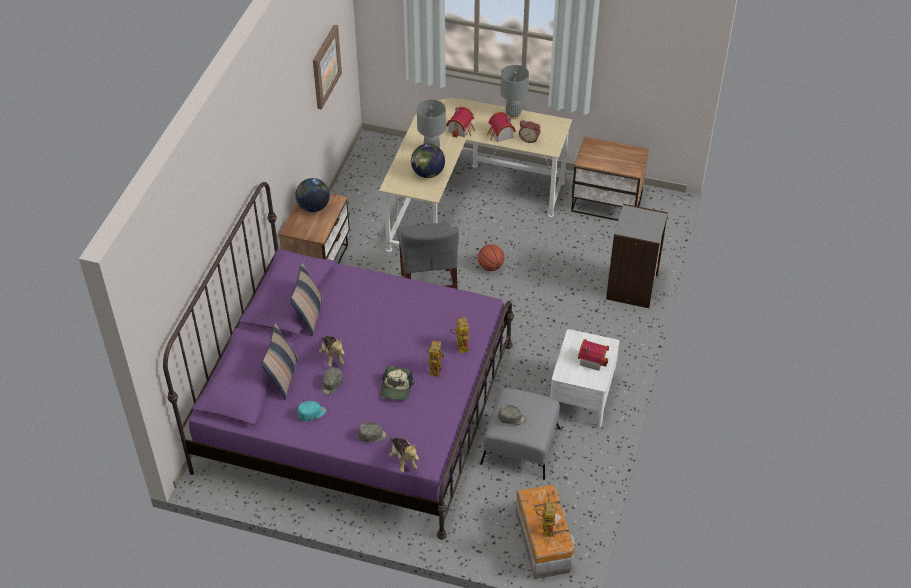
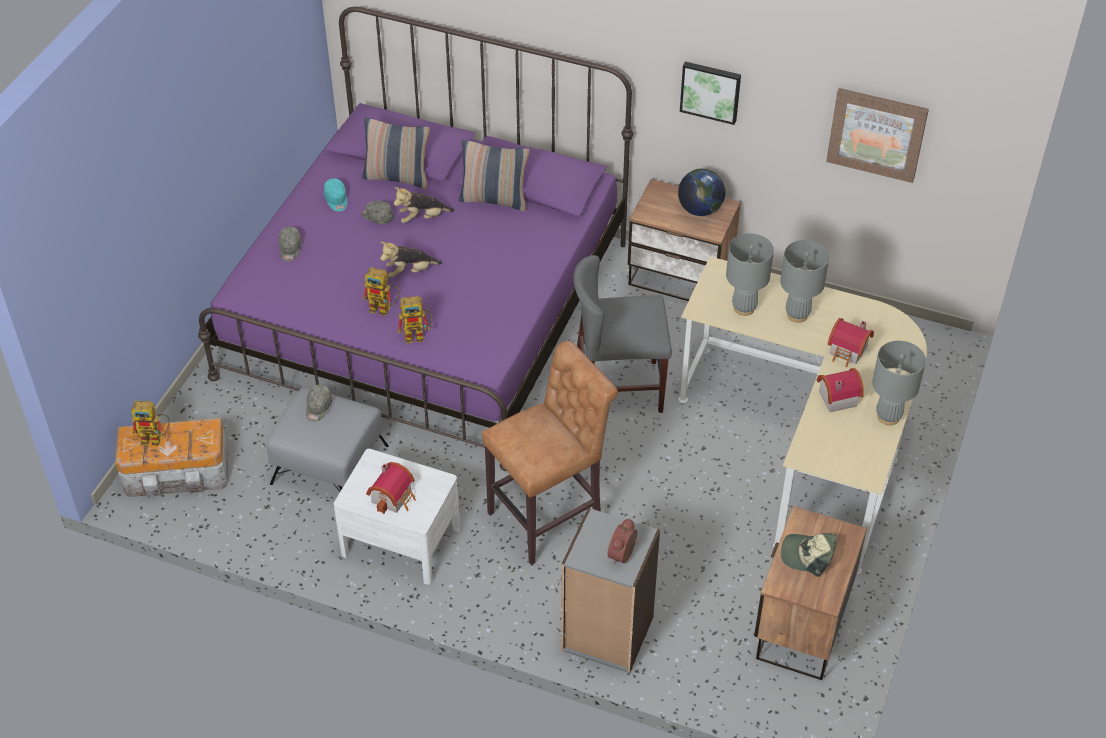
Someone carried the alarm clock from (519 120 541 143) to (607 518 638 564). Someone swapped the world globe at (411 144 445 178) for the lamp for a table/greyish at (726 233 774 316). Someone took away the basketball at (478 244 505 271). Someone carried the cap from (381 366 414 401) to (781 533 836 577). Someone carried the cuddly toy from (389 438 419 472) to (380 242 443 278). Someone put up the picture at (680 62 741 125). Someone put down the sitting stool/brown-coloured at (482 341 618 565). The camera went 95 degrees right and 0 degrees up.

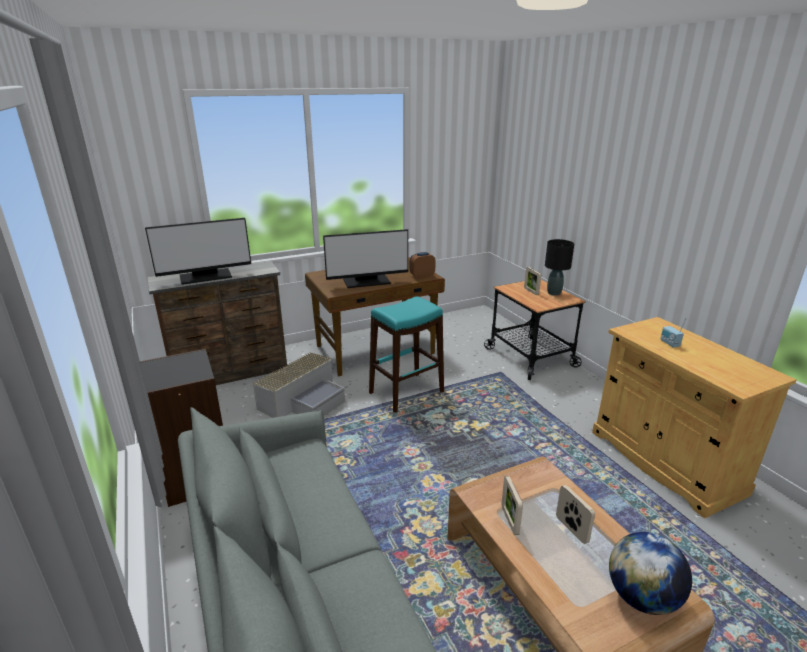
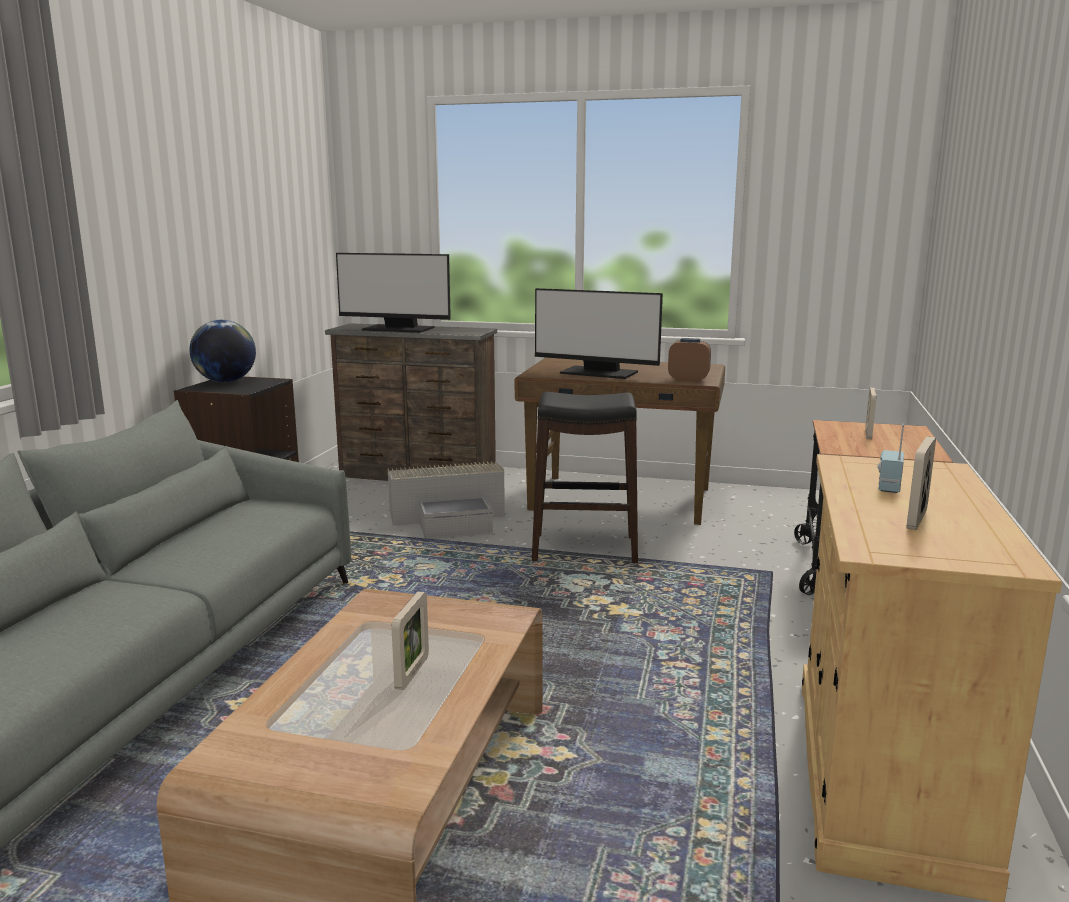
Someone took away the lamp for a table/black at (545 239 574 296). Someone repainted the sitting stool/turquoise at (369 296 444 413), which became the sitting stool/black at (532 392 638 563). Someone carried the standing frame from (501 476 523 535) to (907 436 936 530). Someone carried the world globe from (609 532 692 615) to (190 320 256 382). The camera went 40 degrees right and 10 degrees down.

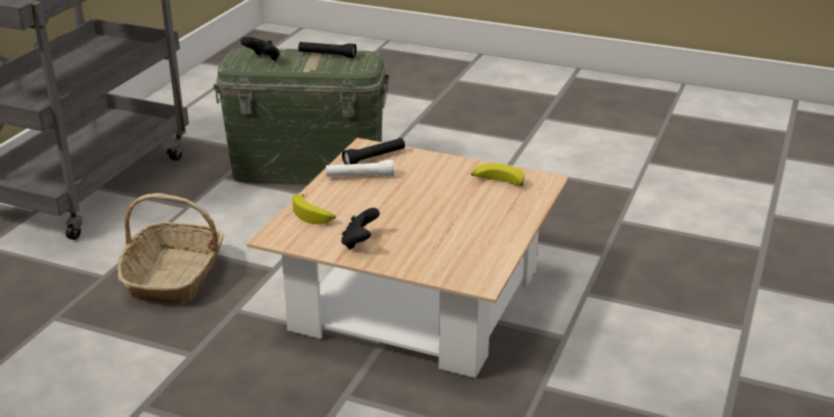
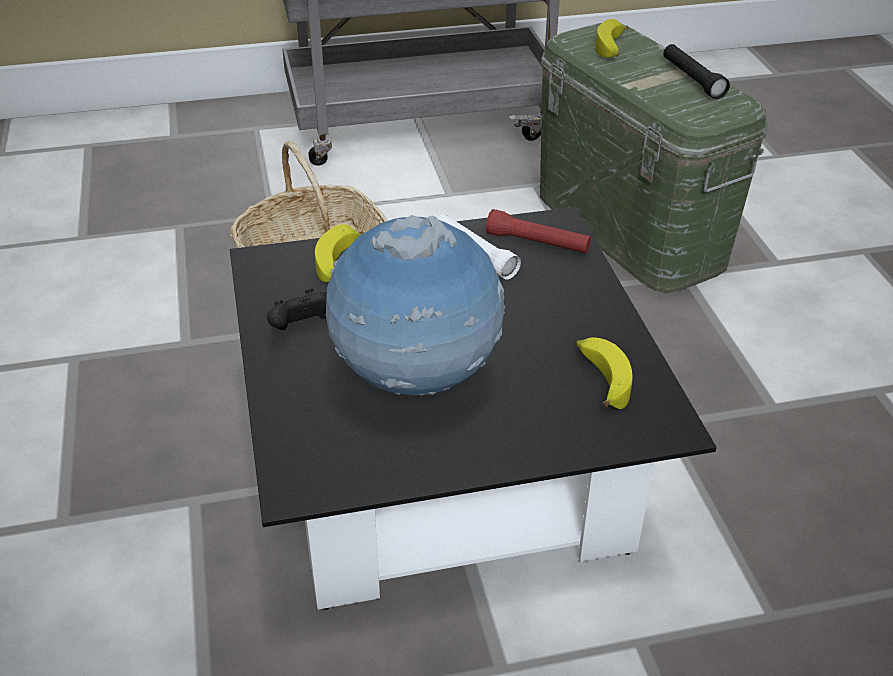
Someone swapped the joypad/black at (241 37 280 61) for the whole banana at (596 19 628 57). Someone repainted the coffee table/beige at (247 138 569 378), which became the coffee table/black at (230 207 717 610). Someone repainted the torch/black at (342 138 405 164), which became the torch/red-coloured at (486 209 591 254). Someone put down the world globe at (326 215 505 395). The camera went 55 degrees right and 10 degrees up.

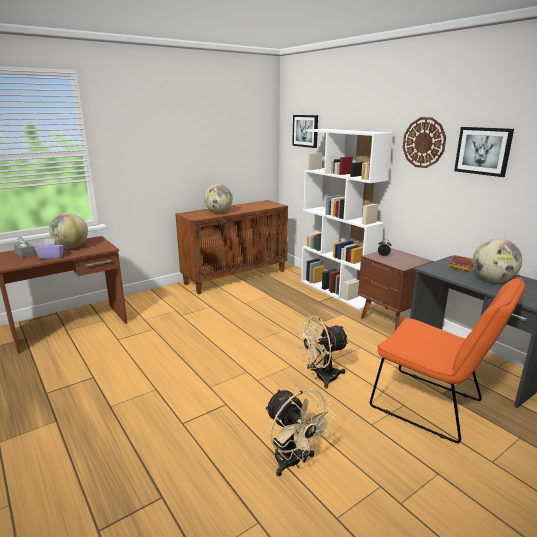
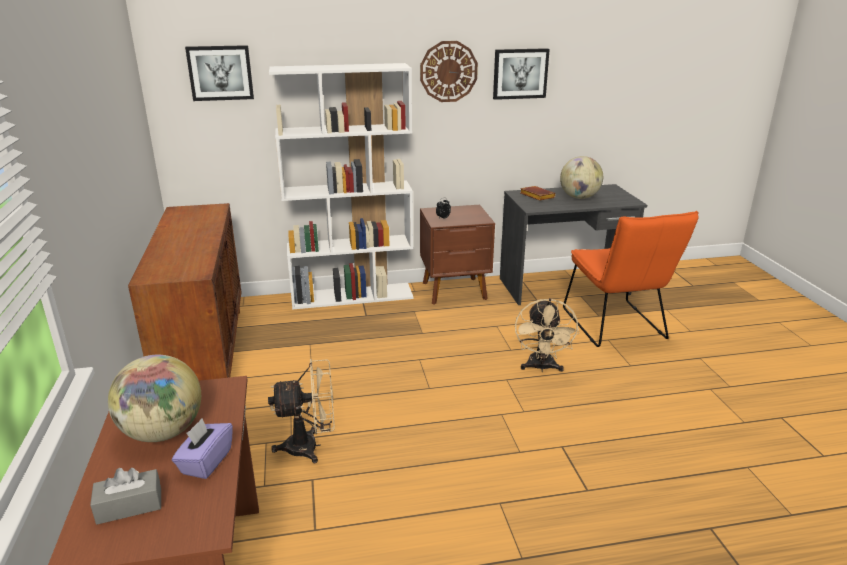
Someone took away the world globe at (204 184 233 213). Someone rotated the chair/orange-coloured at (370 277 525 443) by 105 degrees clockwise. Someone carried the electric fan/beige from (265 389 335 476) to (268 359 335 463). The camera went 65 degrees left and 5 degrees up.

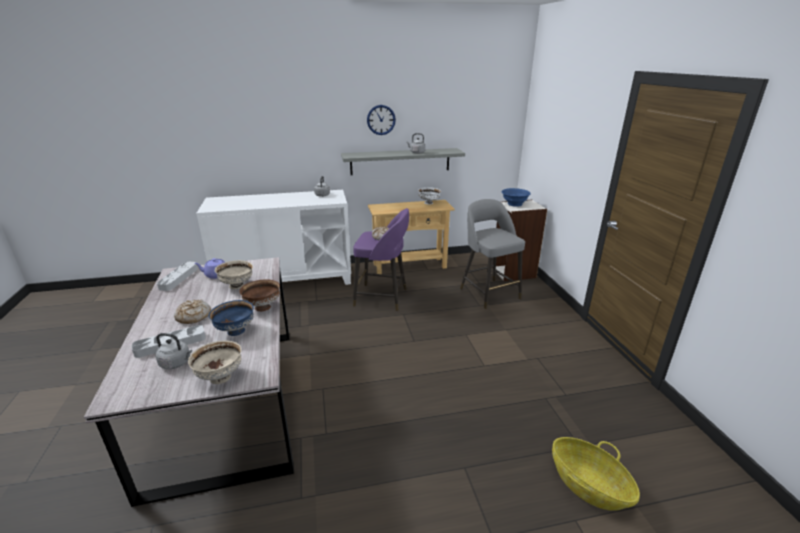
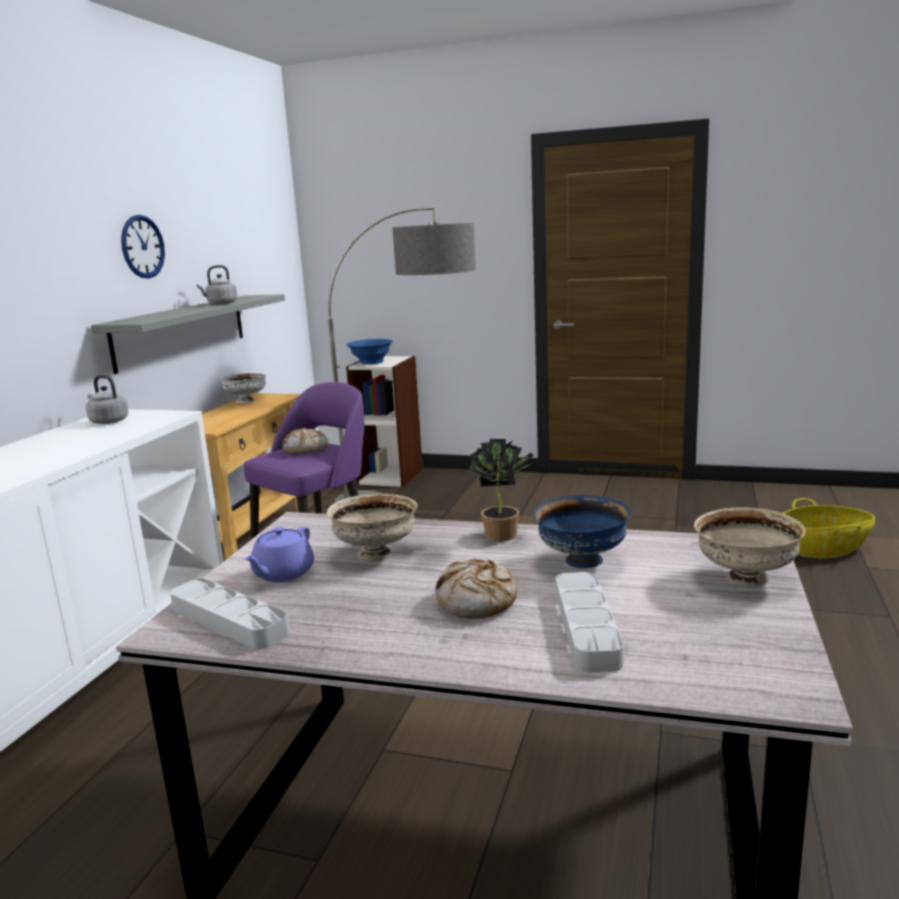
Someone swapped the sitting stool/greyish at (460 199 525 309) for the standard lamp at (328 207 476 503). Someone swapped the bowl/brown-coloured at (239 279 280 311) for the houseplant at (468 439 540 541). Someone took away the kettle/greyish at (155 333 192 369). The camera went 60 degrees left and 10 degrees down.

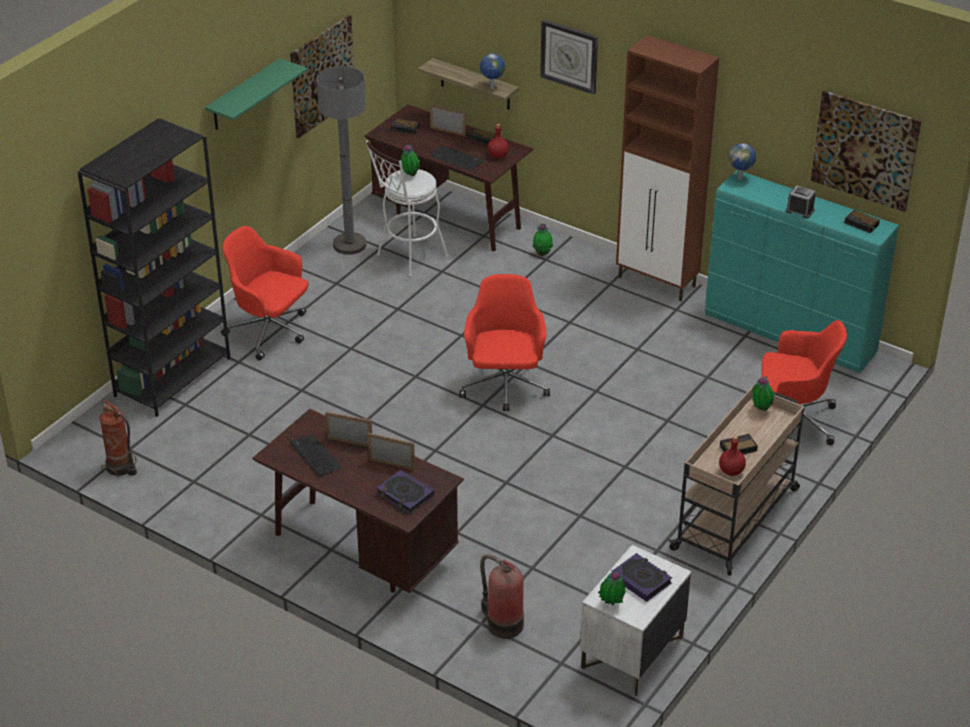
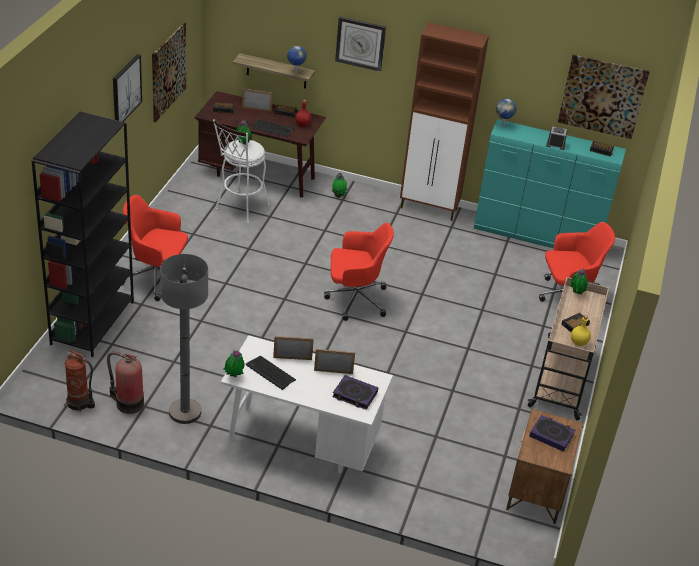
Someone swapped the wall shelf/green at (205 58 308 130) for the picture at (113 54 142 122). Someone carried the standard lamp/greyish from (317 66 366 255) to (160 254 208 424). Someone rotated the office chair/red-coloured at (460 274 550 411) by 105 degrees clockwise. Someone repainted the desk/brown-coloured at (253 409 464 593), which became the desk/white-coloured at (221 335 393 473). Someone repainted the drink bottle/red-coloured at (719 436 746 476), which became the drink bottle/yellowish at (571 316 591 346). Someone repainted the night table/white-coloured at (580 545 691 696), which became the night table/brown-coloured at (506 409 583 524). Someone carried the extinguisher from (480 554 524 639) to (107 352 144 414). Someone carried the houseplant from (598 569 625 606) to (224 350 244 377). The camera went 20 degrees left and 0 degrees up.

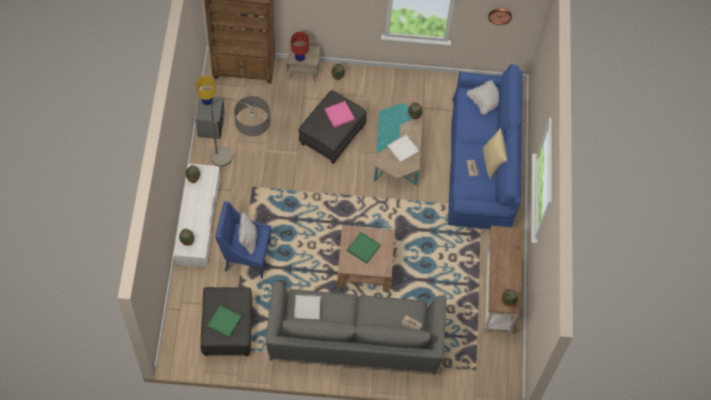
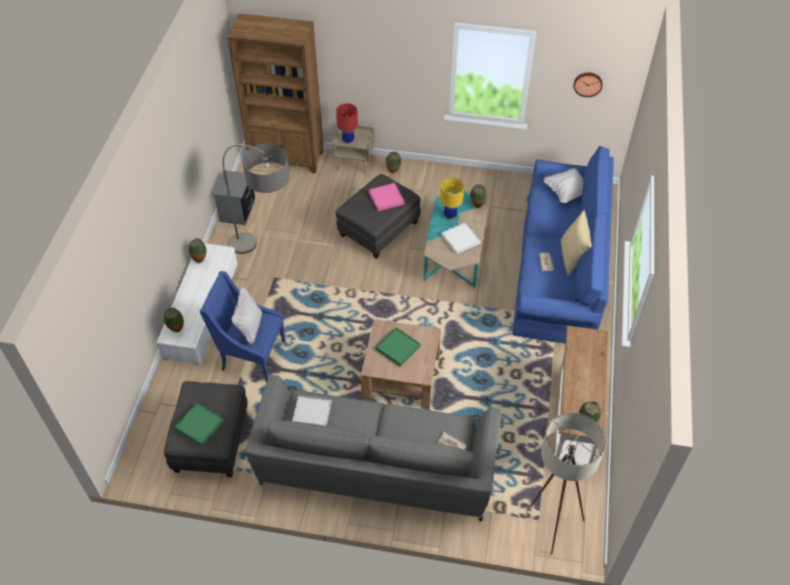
Someone carried the lamp for a table/yellowish from (196 76 216 106) to (440 178 464 220). Someone put down the standard lamp/beige at (530 412 606 555). The camera went 10 degrees right and 10 degrees down.

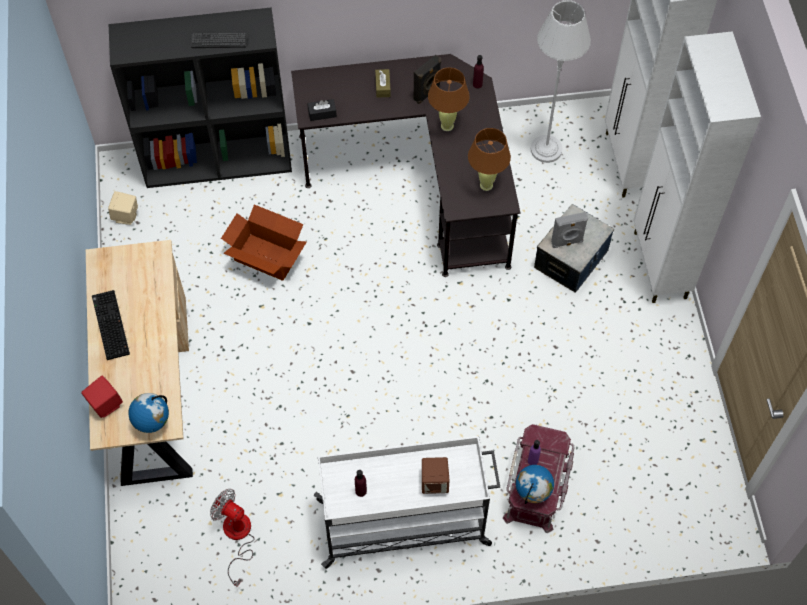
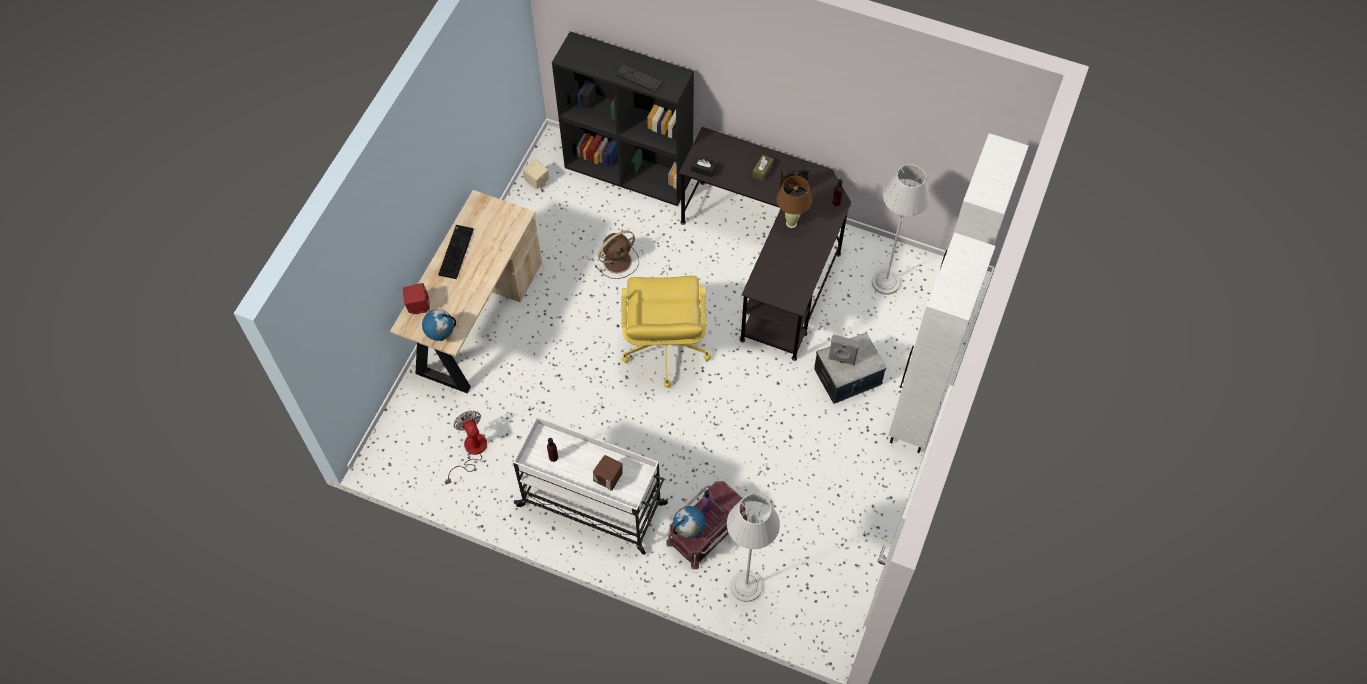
Someone took away the lamp for a table/brown-coloured at (468 128 511 191). Someone swapped the carton at (221 204 307 281) for the electric fan/brown-coloured at (595 231 639 279). Someone put down the office chair/yellowish at (621 276 711 388). Someone put down the standard lamp/greyish at (727 494 780 602). The camera went 30 degrees right and 0 degrees up.

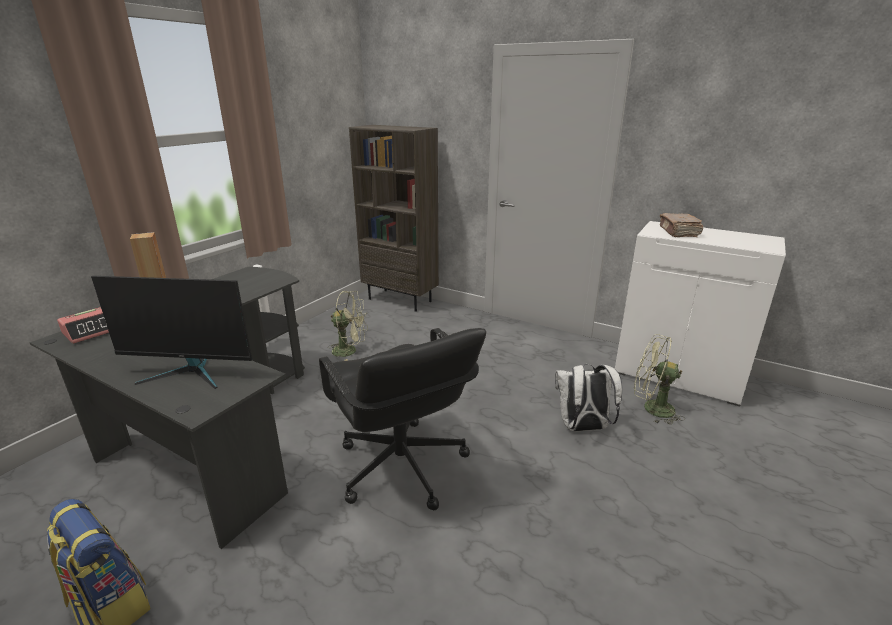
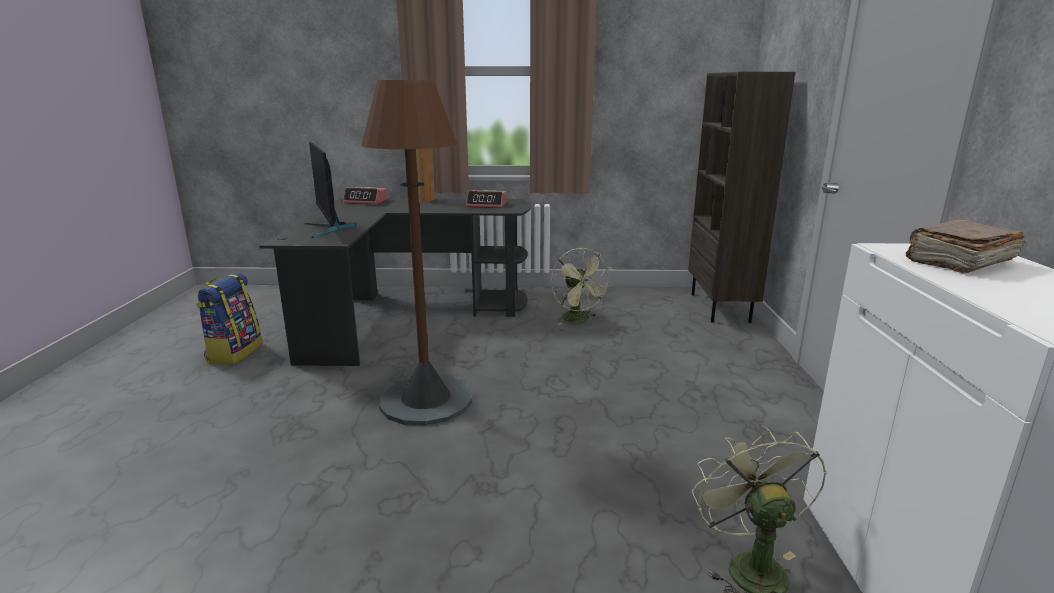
Someone swapped the office chair/black at (319 328 486 510) for the standard lamp/brown-coloured at (362 80 472 426). Someone took away the knapsack/white-coloured at (555 364 622 432). Someone put down the alarm clock at (466 190 507 208). The camera went 60 degrees right and 5 degrees down.

